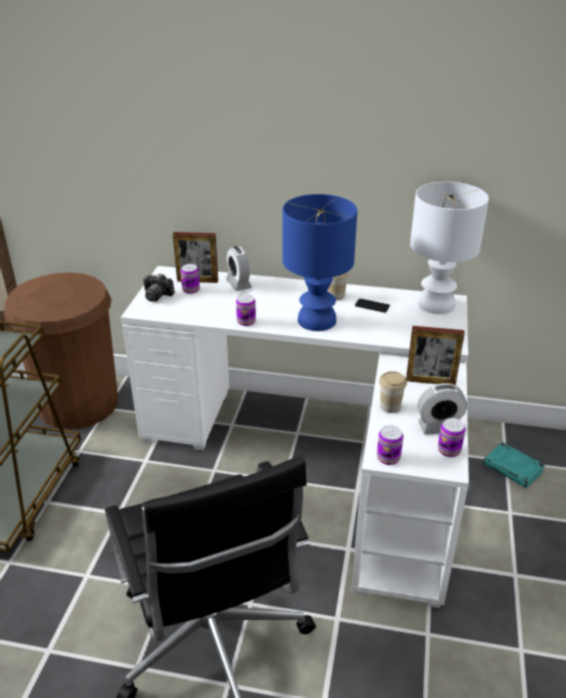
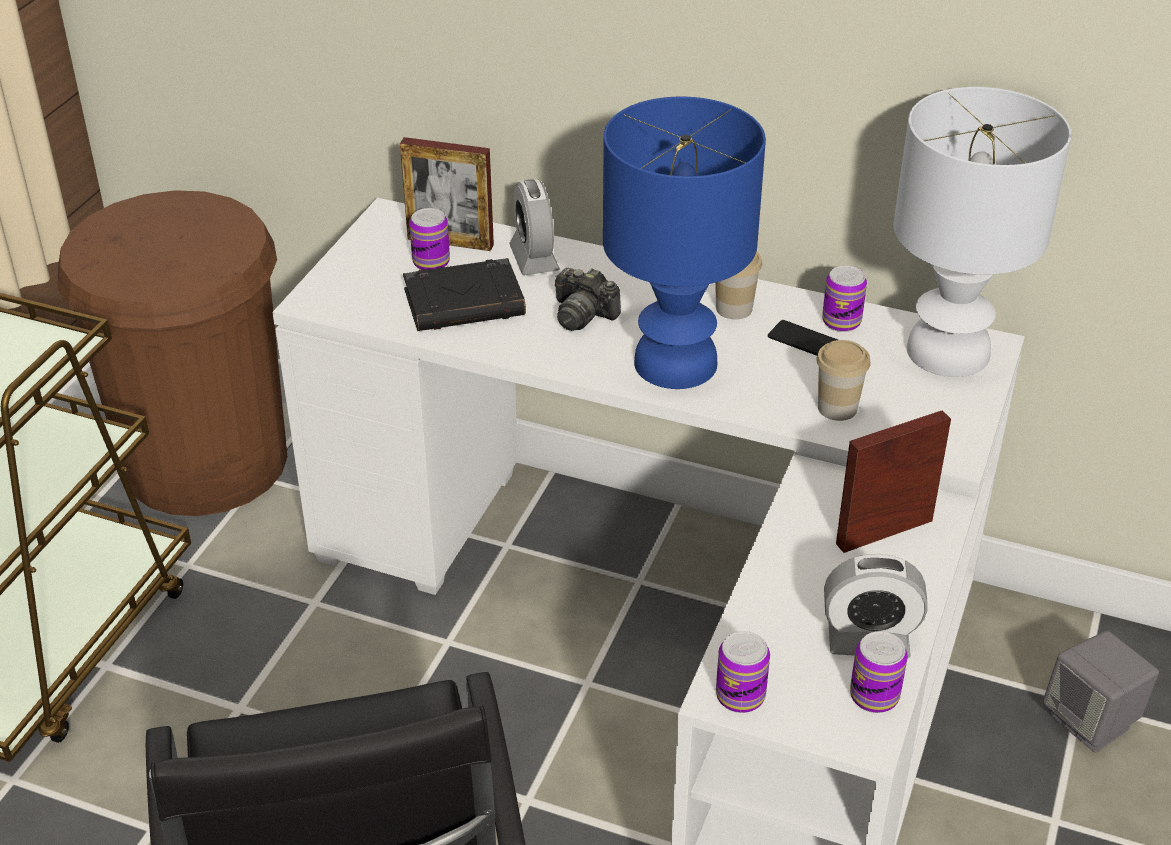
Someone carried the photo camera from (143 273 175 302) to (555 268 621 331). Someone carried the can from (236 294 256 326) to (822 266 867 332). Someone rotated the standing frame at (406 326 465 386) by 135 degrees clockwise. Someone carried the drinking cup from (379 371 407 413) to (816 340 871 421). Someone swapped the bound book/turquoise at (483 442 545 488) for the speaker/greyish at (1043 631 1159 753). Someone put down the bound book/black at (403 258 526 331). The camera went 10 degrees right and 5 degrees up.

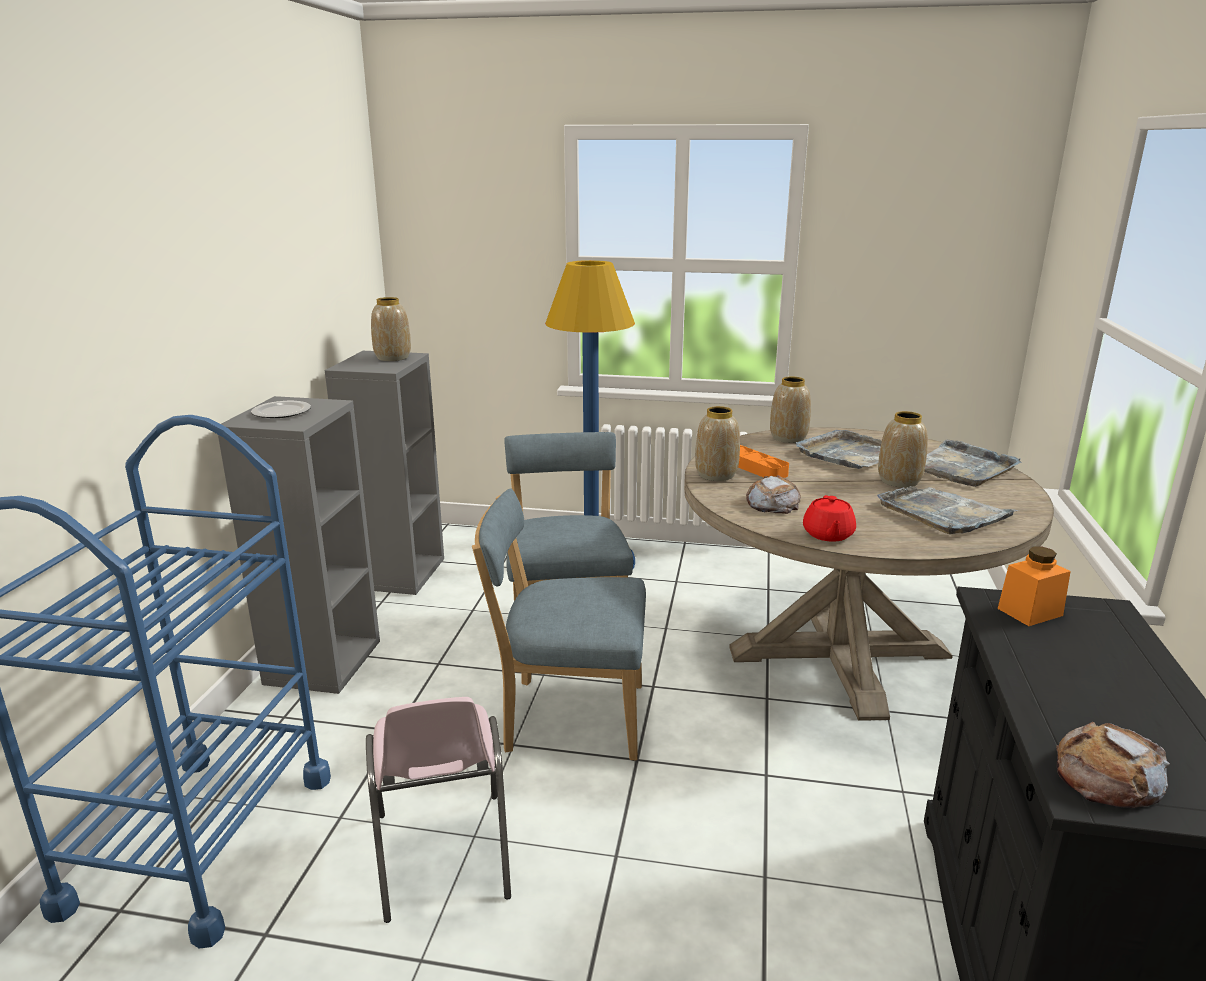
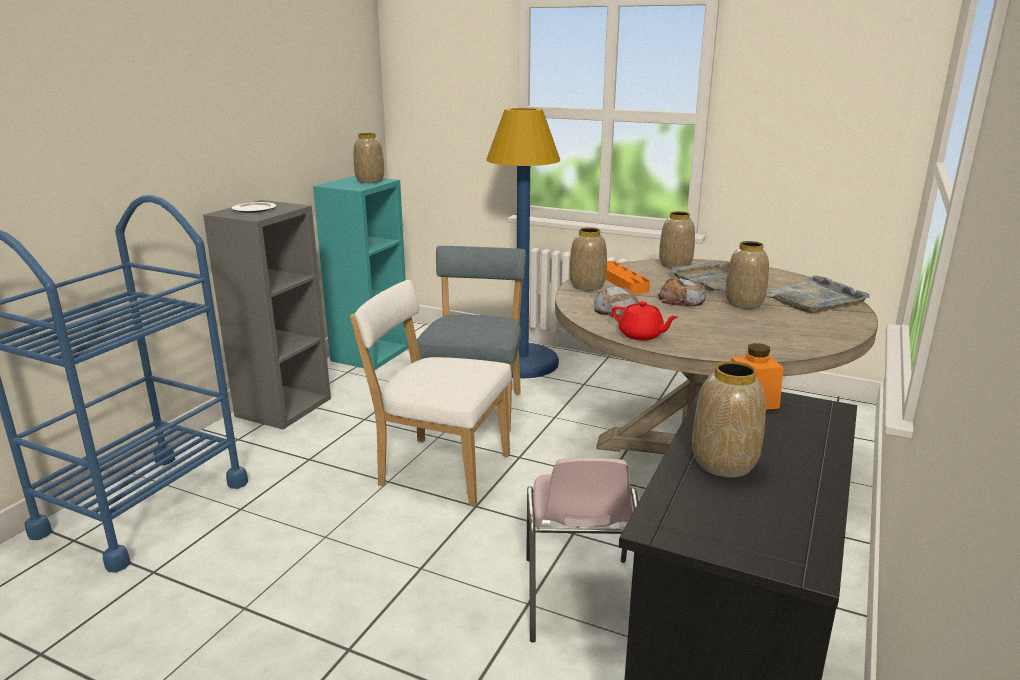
Someone repainted the bookcase/greyish at (325 351 444 595), which became the bookcase/turquoise at (313 176 409 370). Someone took away the serving tray/greyish at (877 486 1020 534). Someone repainted the chair/bluish at (472 488 646 760), which became the chair/white-coloured at (350 280 512 506). Someone rotated the pot for tea/red-coloured at (803 495 856 542) by 75 degrees counterclockwise. Someone carried the chair/pink from (366 697 511 923) to (526 458 639 642). Someone carried the bakery bread from (1056 722 1170 808) to (658 278 706 306). Someone put down the vase at (692 361 766 478). The camera went 15 degrees right and 0 degrees up.

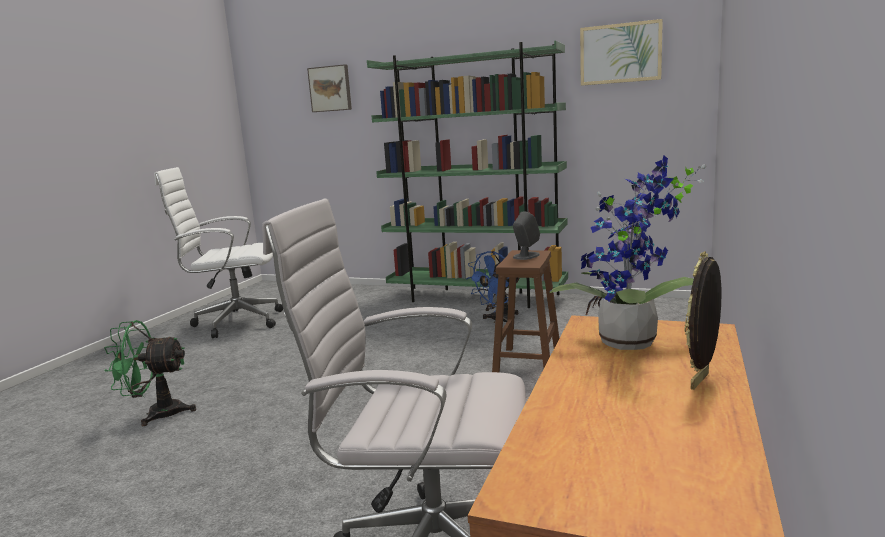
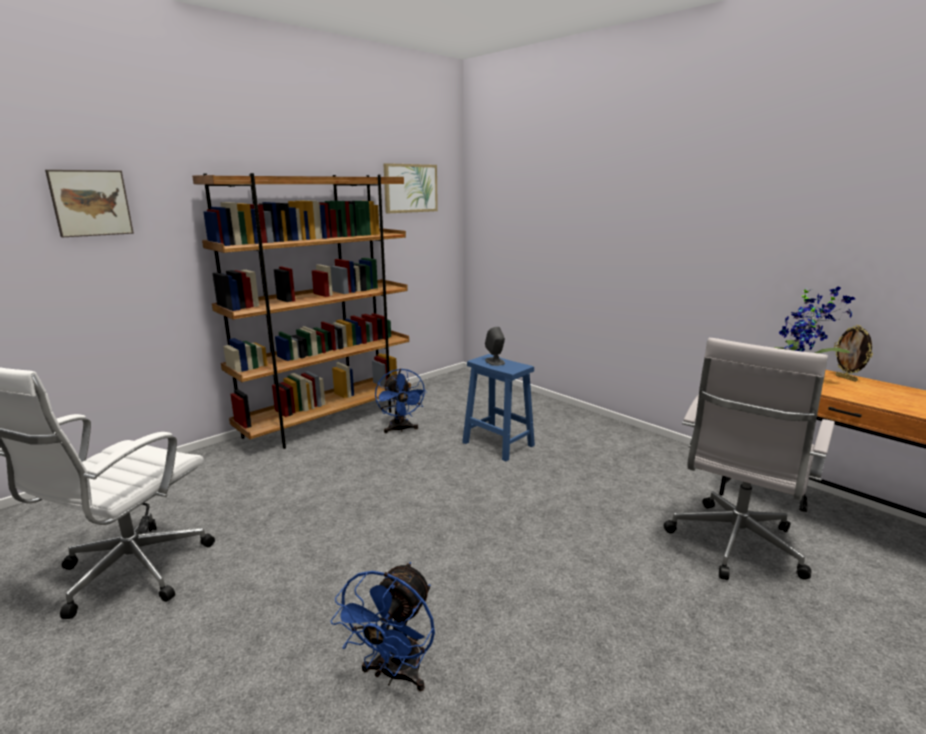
Someone repainted the bookcase/green at (367 41 568 308), which became the bookcase/brown-coloured at (192 173 411 449). Someone repainted the sitting stool/brown-coloured at (492 250 559 373), which became the sitting stool/bluish at (462 354 535 461). Someone repainted the electric fan/green at (104 320 196 426), which became the electric fan/bluish at (331 562 435 692). The camera went 65 degrees left and 5 degrees up.

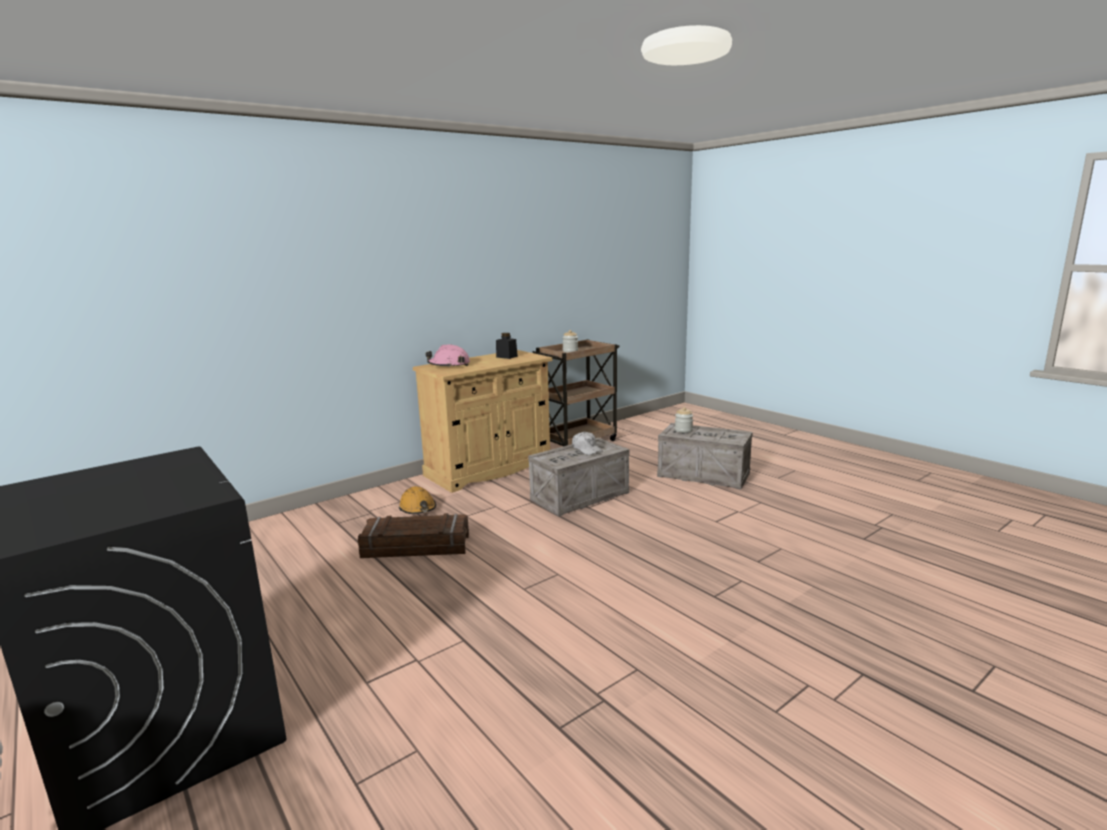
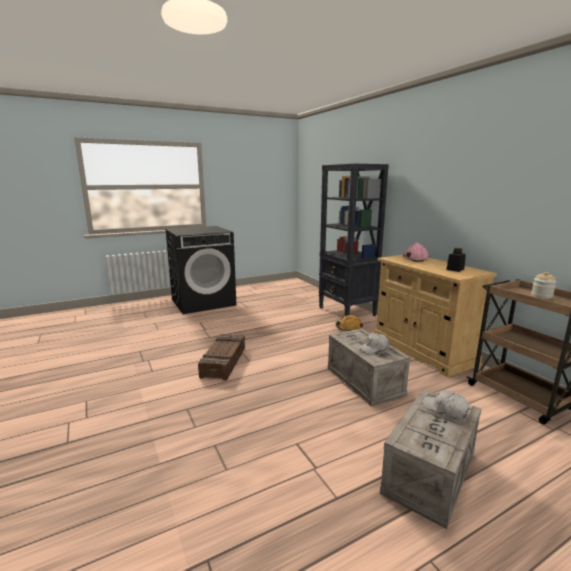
Someone swapped the jar at (675 407 693 433) for the cap/white-coloured at (423 390 469 419). Someone carried the shipping crate from (358 513 469 558) to (198 334 245 380). Someone put down the bookcase/black at (319 164 389 316). The camera went 100 degrees right and 0 degrees up.

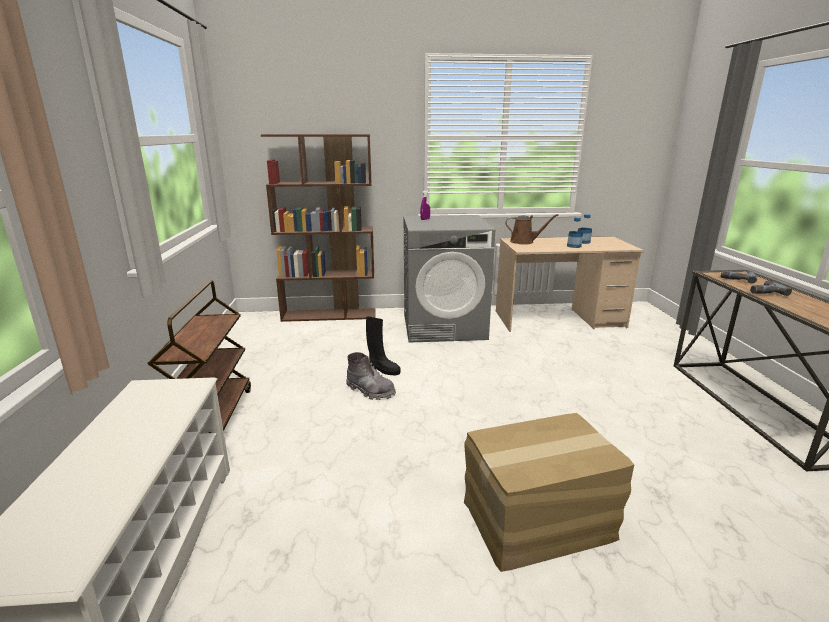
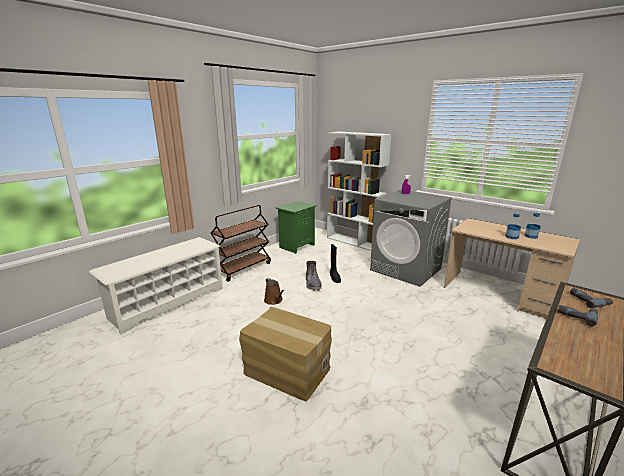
Someone repainted the bookcase/brown-coloured at (261 134 376 322), which became the bookcase/white-coloured at (327 131 392 251). Someone carried the watering can/brown-coloured from (505 214 558 245) to (264 278 284 305). Someone put down the night table/green at (275 201 317 254). The camera went 45 degrees right and 0 degrees up.

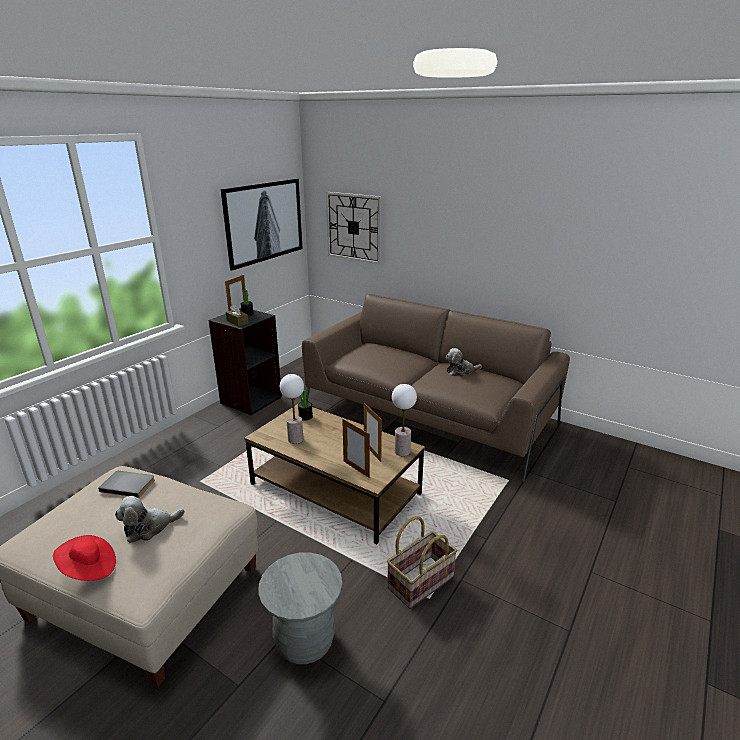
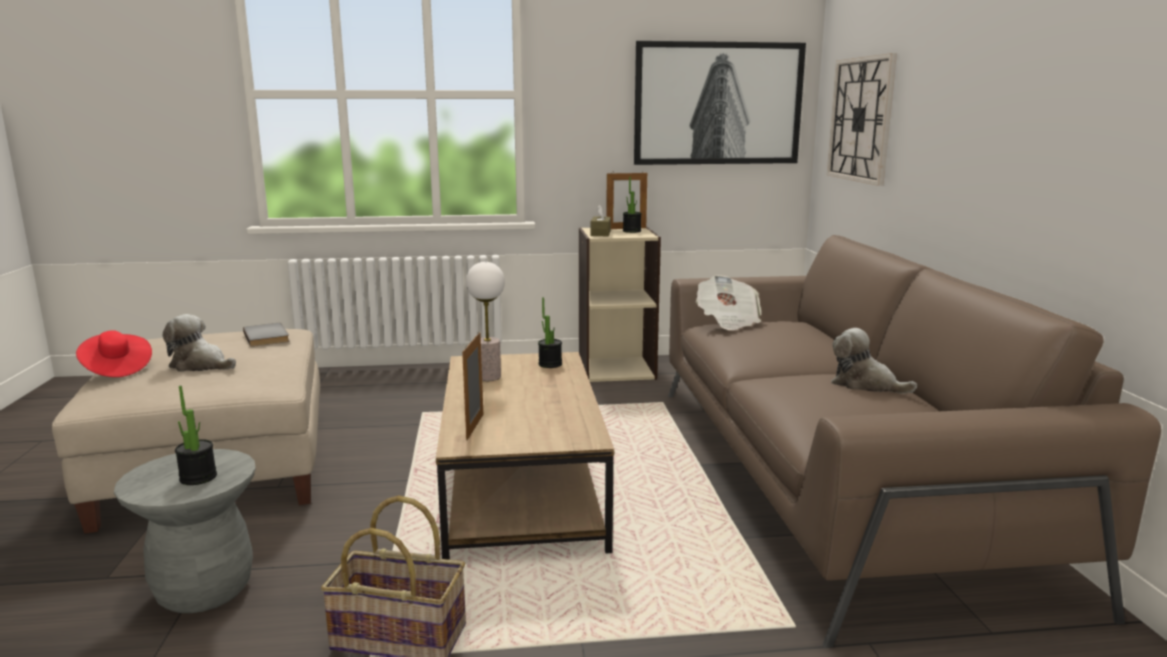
Someone repainted the bookcase/black at (208 310 282 415), which became the bookcase/beige at (579 226 661 382). Someone took away the lamp for a table at (392 384 417 456). Someone took away the standing frame at (364 403 382 462). Someone put down the daily paper at (695 275 761 330). Someone put down the houseplant at (175 386 217 485). The camera went 50 degrees right and 10 degrees down.

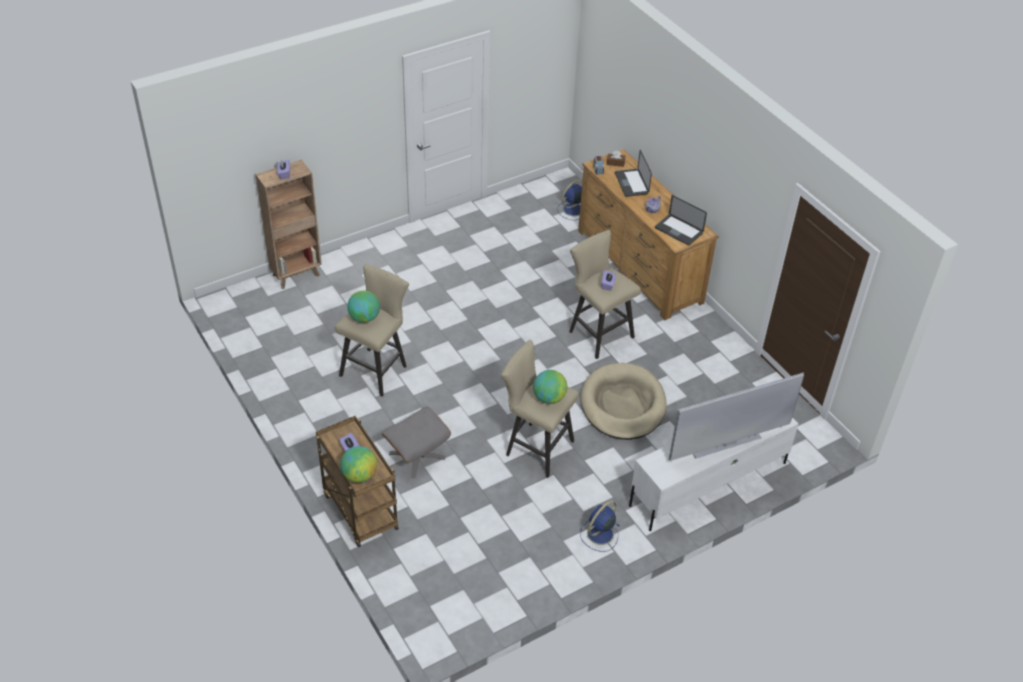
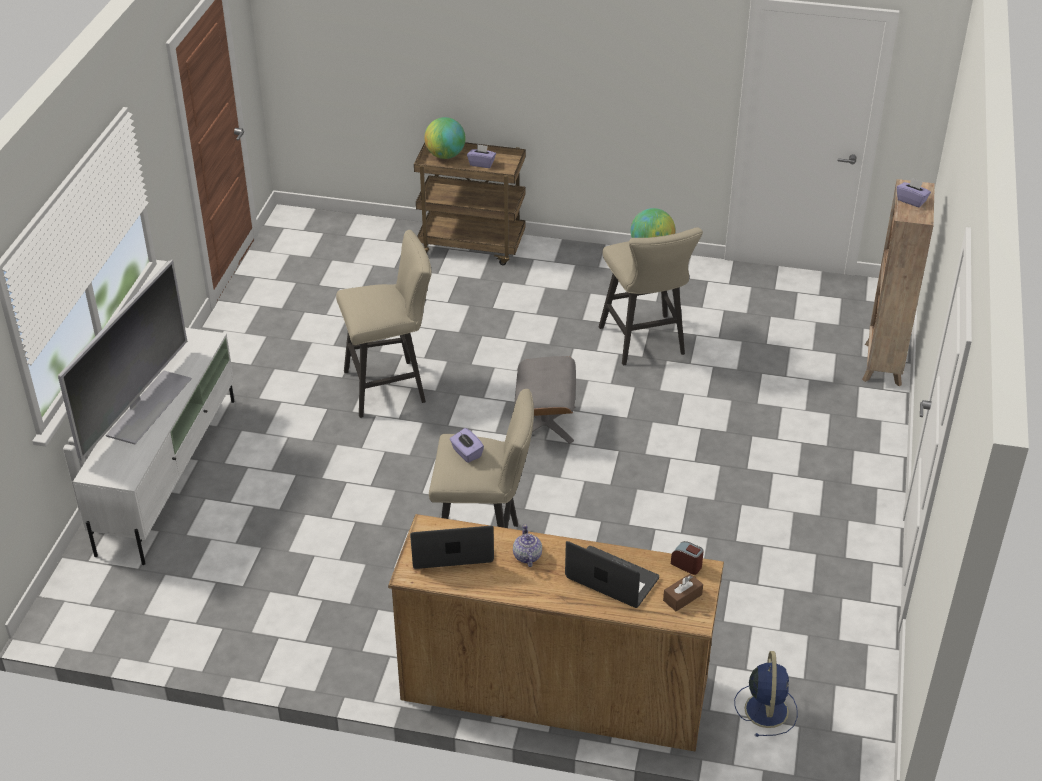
Someone took away the dog bed/beige at (581 363 666 440). Someone took away the world globe at (533 370 567 404). Someone carried the pouffe/greyish from (382 407 451 478) to (514 356 576 444). Someone took away the electric fan/bluish at (580 501 620 552). The camera went 135 degrees right and 5 degrees down.

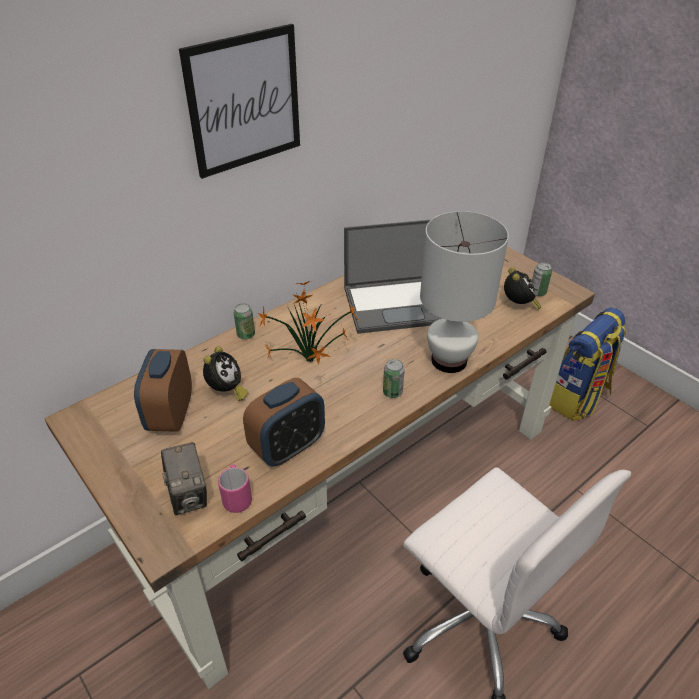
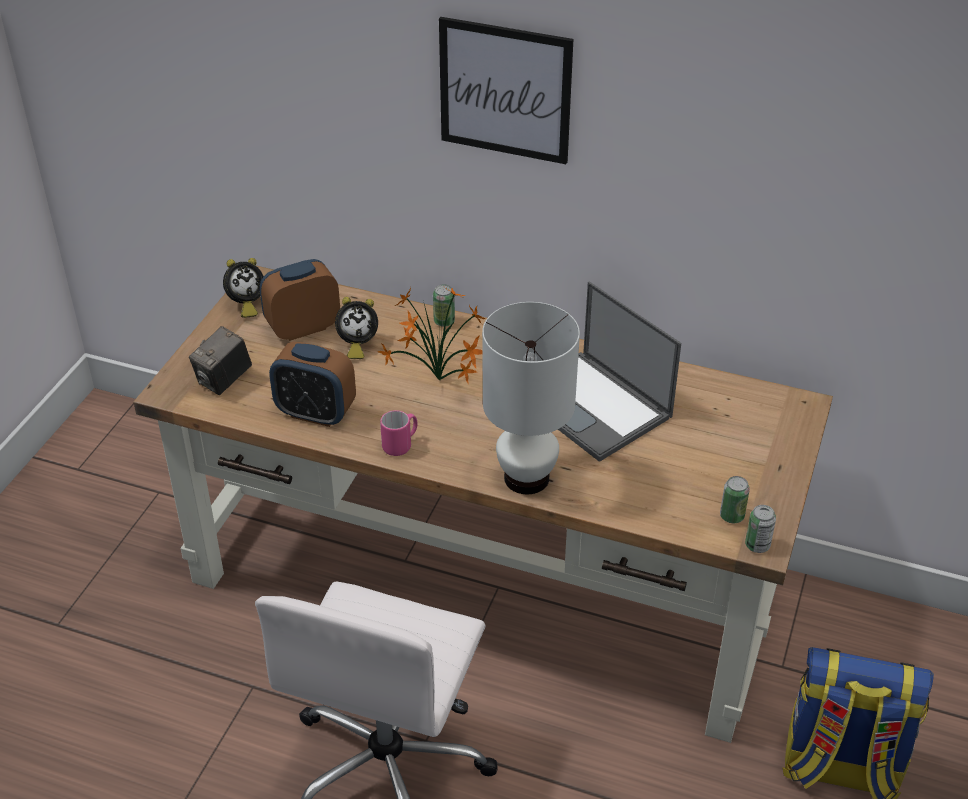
Someone carried the alarm clock from (504 267 541 310) to (223 258 264 318). Someone carried the can from (383 359 405 398) to (745 505 776 553). Someone carried the coffee mug/pink from (218 464 252 513) to (380 410 418 456). The camera went 60 degrees right and 0 degrees up.

